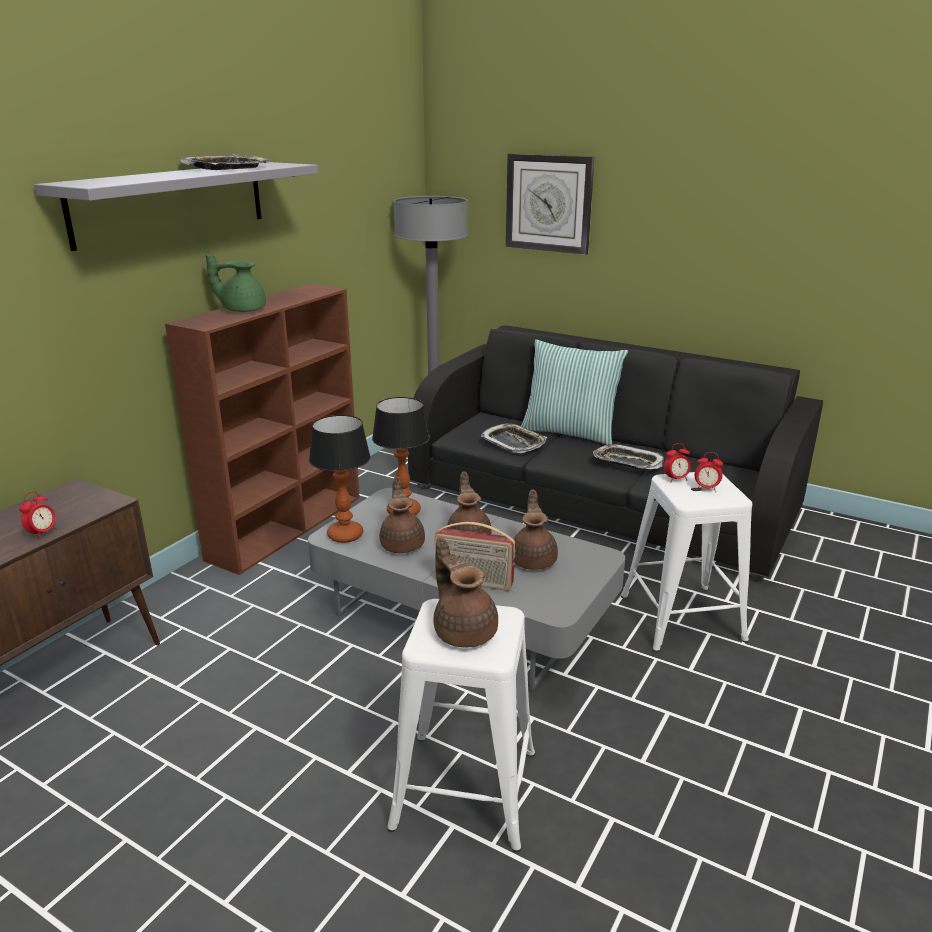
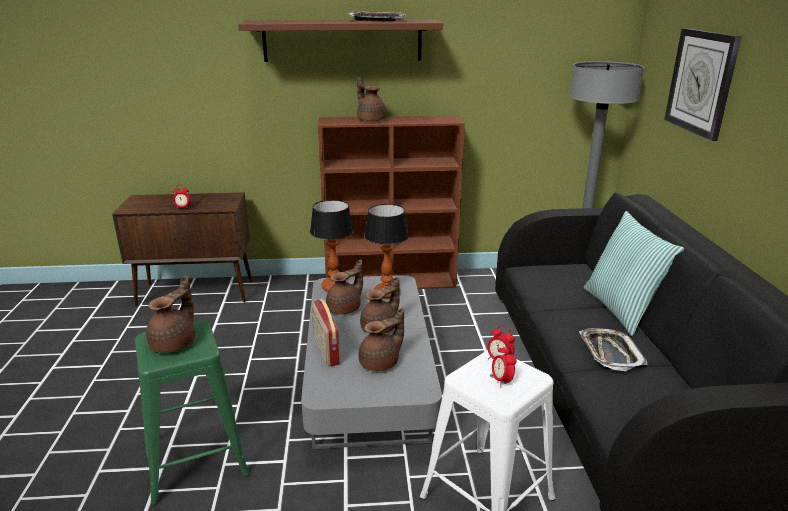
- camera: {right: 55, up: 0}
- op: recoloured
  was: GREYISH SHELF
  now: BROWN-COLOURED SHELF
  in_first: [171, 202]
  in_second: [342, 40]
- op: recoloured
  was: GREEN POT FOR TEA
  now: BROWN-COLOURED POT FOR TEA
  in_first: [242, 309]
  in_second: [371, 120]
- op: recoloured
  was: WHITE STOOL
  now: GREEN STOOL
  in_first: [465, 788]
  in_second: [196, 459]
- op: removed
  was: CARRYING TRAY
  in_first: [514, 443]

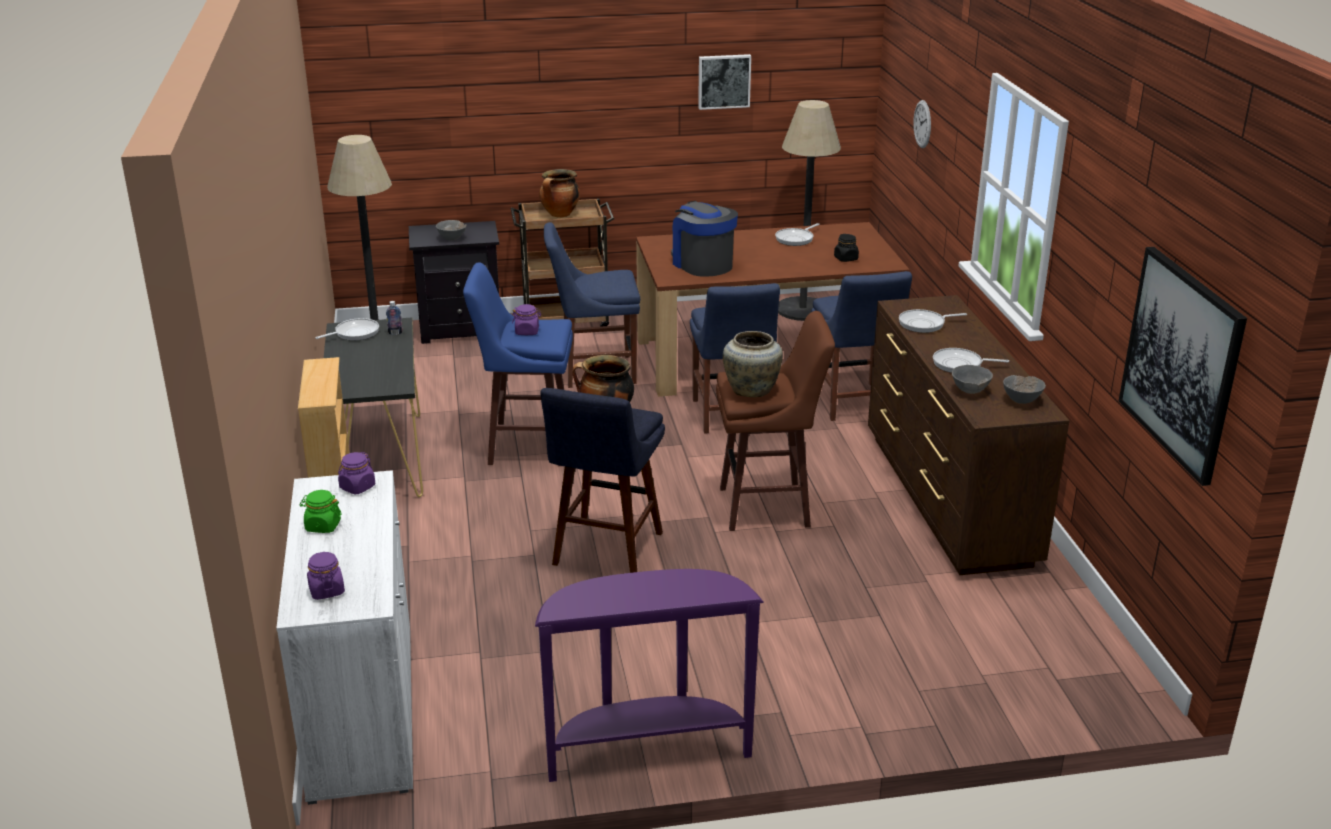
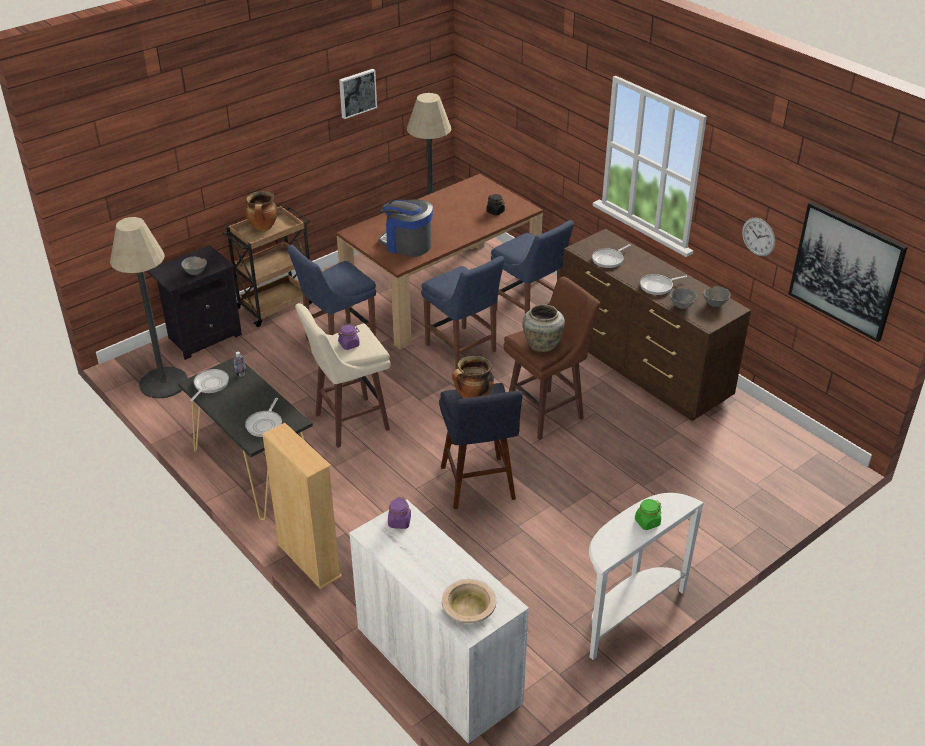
- camera: {right: -30, up: 10}
- op: moved
  was: GREEN JAR
  in_first: [323, 526]
  in_second: [647, 522]
- op: replaced
  was: PURPLE JAR
  now: BEIGE-COLOURED BOWL
  in_first: [326, 590]
  in_second: [469, 607]
- op: recoloured
  was: BLUE STOOL
  now: BEIGE-COLOURED STOOL
  in_first: [526, 446]
  in_second: [349, 422]
- op: recoloured
  was: PURPLE CONSOLE TABLE
  now: WHITE CONSOLE TABLE
  in_first: [646, 750]
  in_second: [627, 614]
- op: moved
  was: SKILLET
  in_first: [796, 239]
  in_second: [265, 424]
- op: moved
  was: WALL CLOCK
  in_first: [922, 124]
  in_second: [758, 236]

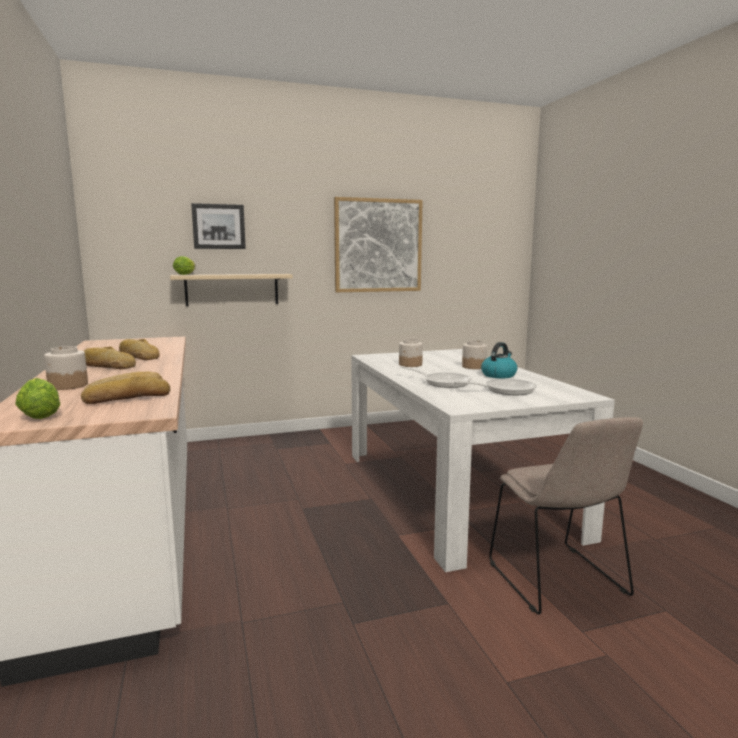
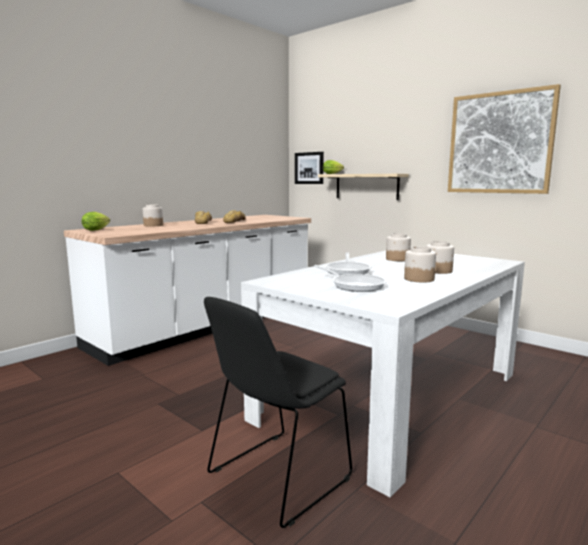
- camera: {right: 60, up: 0}
- op: removed
  was: BREAD
  in_first: [127, 398]
- op: moved
  was: WALL PICTURE
  in_first: [218, 226]
  in_second: [309, 168]
- op: replaced
  was: KETTLE
  now: JAR
  in_first: [498, 375]
  in_second: [418, 279]
- op: recoloured
  was: BEIGE-COLOURED CHAIR
  now: BLACK CHAIR
  in_first: [558, 581]
  in_second: [276, 478]

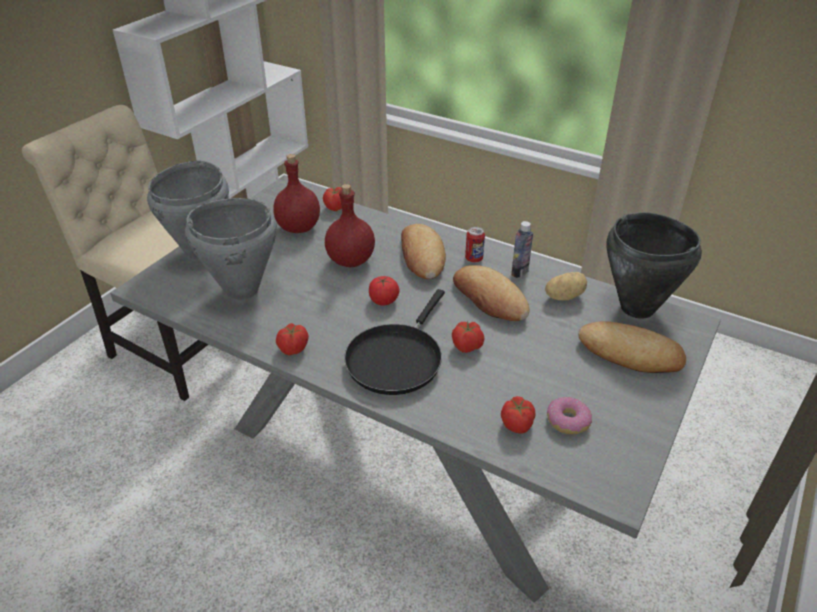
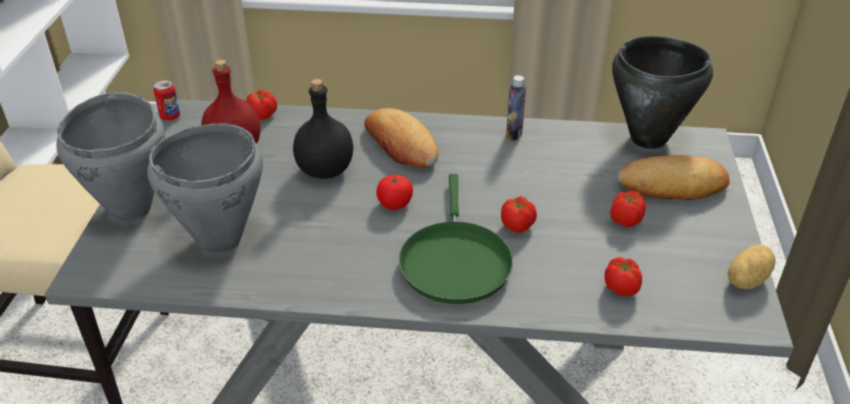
- camera: {right: -25, up: 0}
- op: moved
  was: WHOLE TOMATO
  in_first: [293, 349]
  in_second: [625, 220]
- op: recoloured
  was: RED-COLOURED DRINK BOTTLE
  now: BLACK DRINK BOTTLE
  in_first: [350, 260]
  in_second: [324, 170]
- op: recoloured
  was: BLACK SKILLET
  now: GREEN SKILLET
  in_first: [396, 358]
  in_second: [454, 261]
- op: removed
  was: BREAD
  in_first: [489, 299]
- op: moved
  was: SEALED CAN
  in_first: [474, 259]
  in_second: [170, 117]
- op: moved
  was: WHOLE POTATO
  in_first: [563, 296]
  in_second: [745, 279]
- op: removed
  was: DONUT
  in_first: [567, 421]

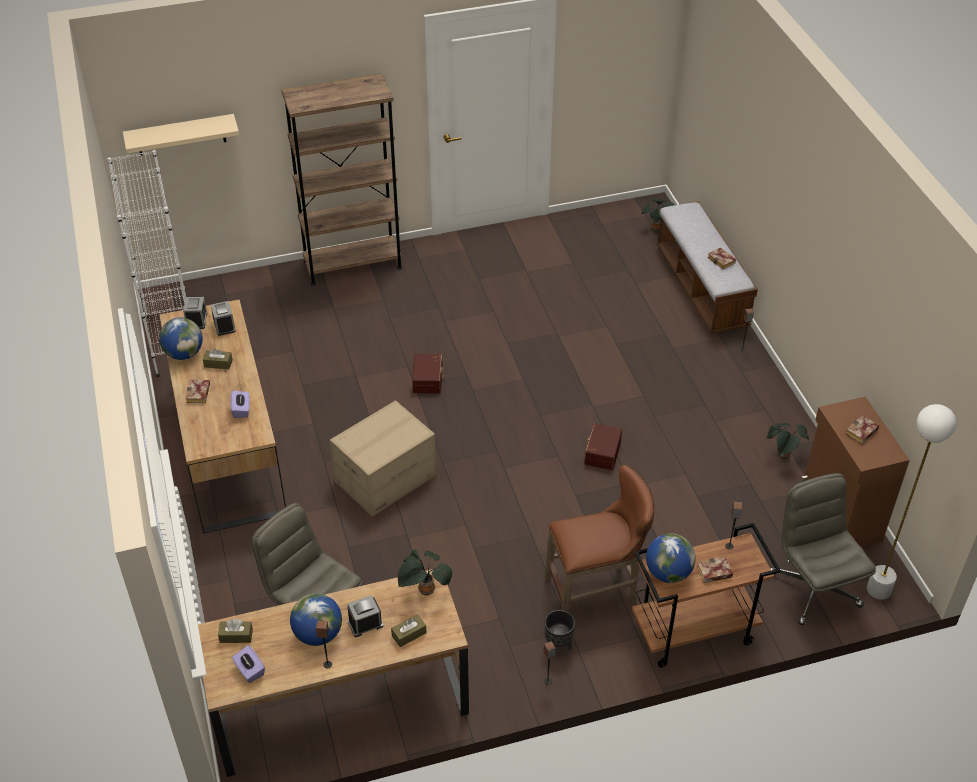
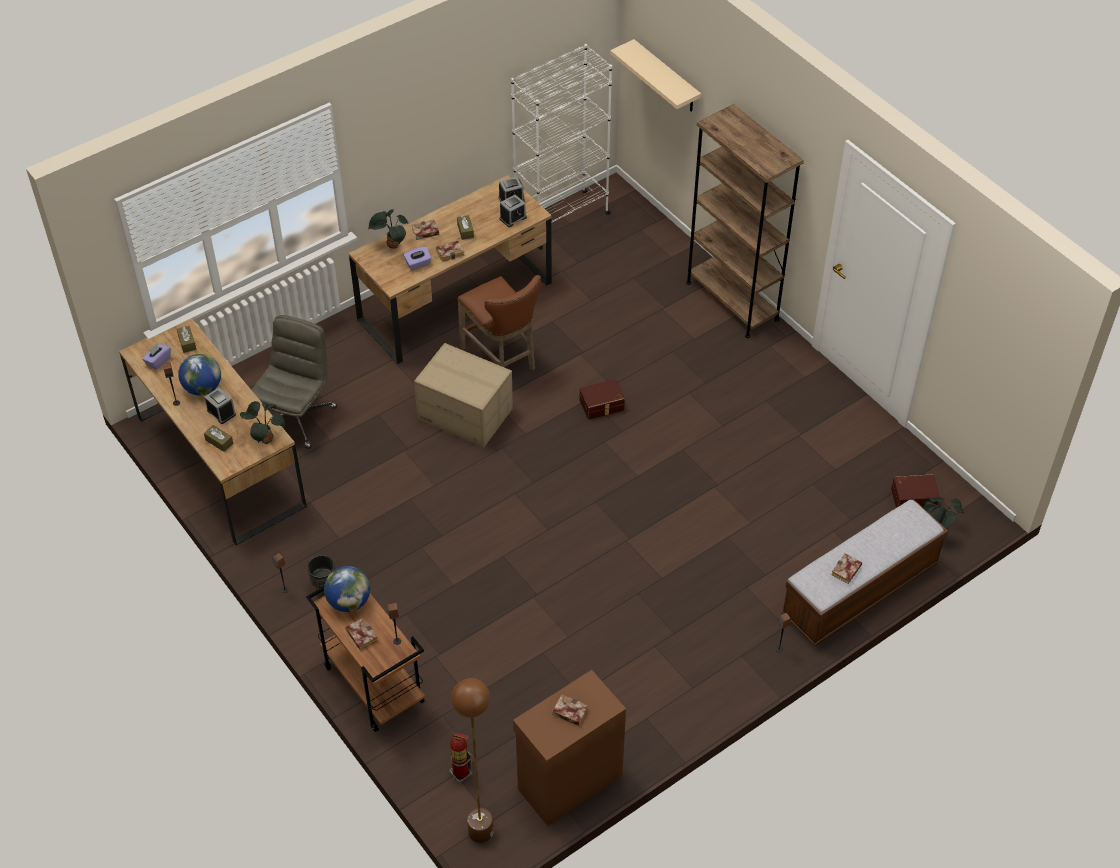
- camera: {right: 70, up: 5}
- op: removed
  was: WORLD GLOBE
  in_first: [184, 354]
- op: moved
  was: BROWN-COLOURED STOOL
  in_first: [596, 591]
  in_second: [501, 359]
- op: moved
  was: BROWN-COLOURED STORAGE CONTAINER
  in_first: [601, 452]
  in_second: [913, 497]
- op: moved
  was: POTTED PLANT
  in_first: [783, 456]
  in_second: [391, 245]
- op: replaced
  was: GREYISH DESK CHAIR
  now: FIRE EXTINGUISHER
  in_first: [813, 588]
  in_second: [461, 773]
- op: recoloured
  was: WHITE STANDING LAMP
  now: BROWN-COLOURED STANDING LAMP
  in_first: [879, 590]
  in_second: [480, 831]
- op: added
  now: BOOK
  in_second: [451, 252]

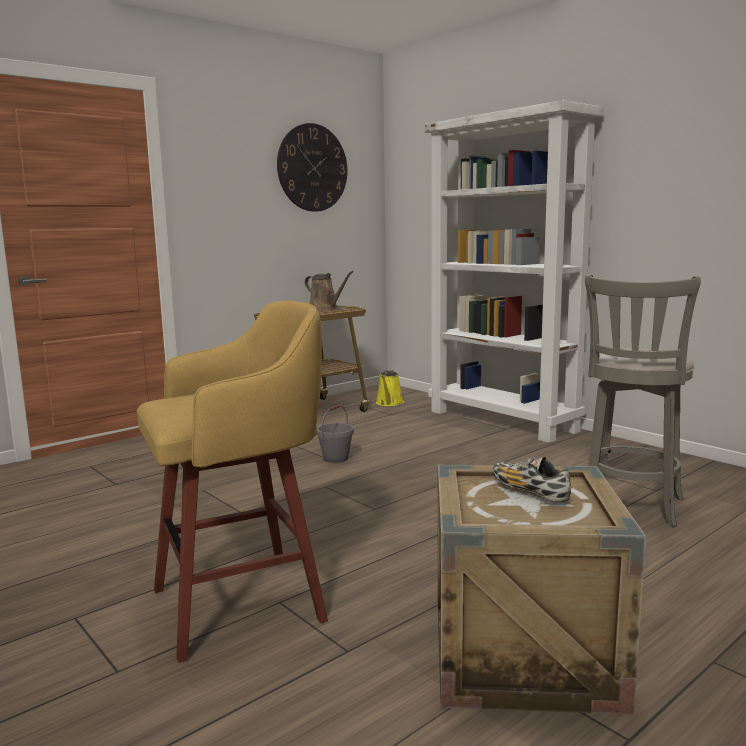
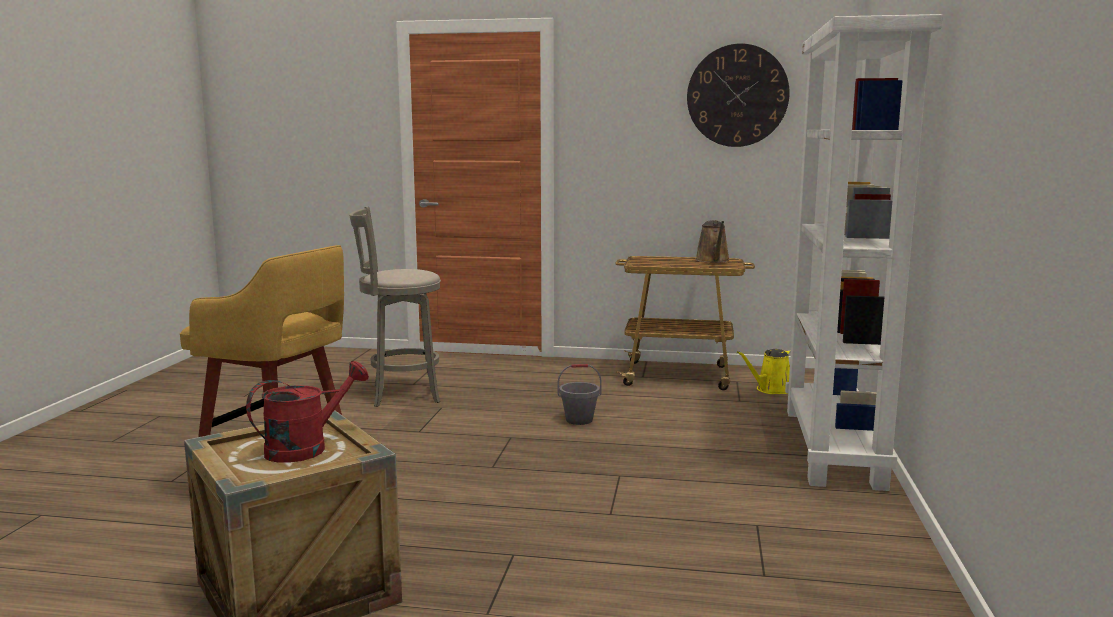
- camera: {right: 50, up: 0}
- op: replaced
  was: ITEM OF FOOTWEAR
  now: RED-COLOURED WATERING CAN
  in_first: [529, 492]
  in_second: [306, 448]
- op: moved
  was: GREYISH STOOL
  in_first: [630, 507]
  in_second: [401, 394]

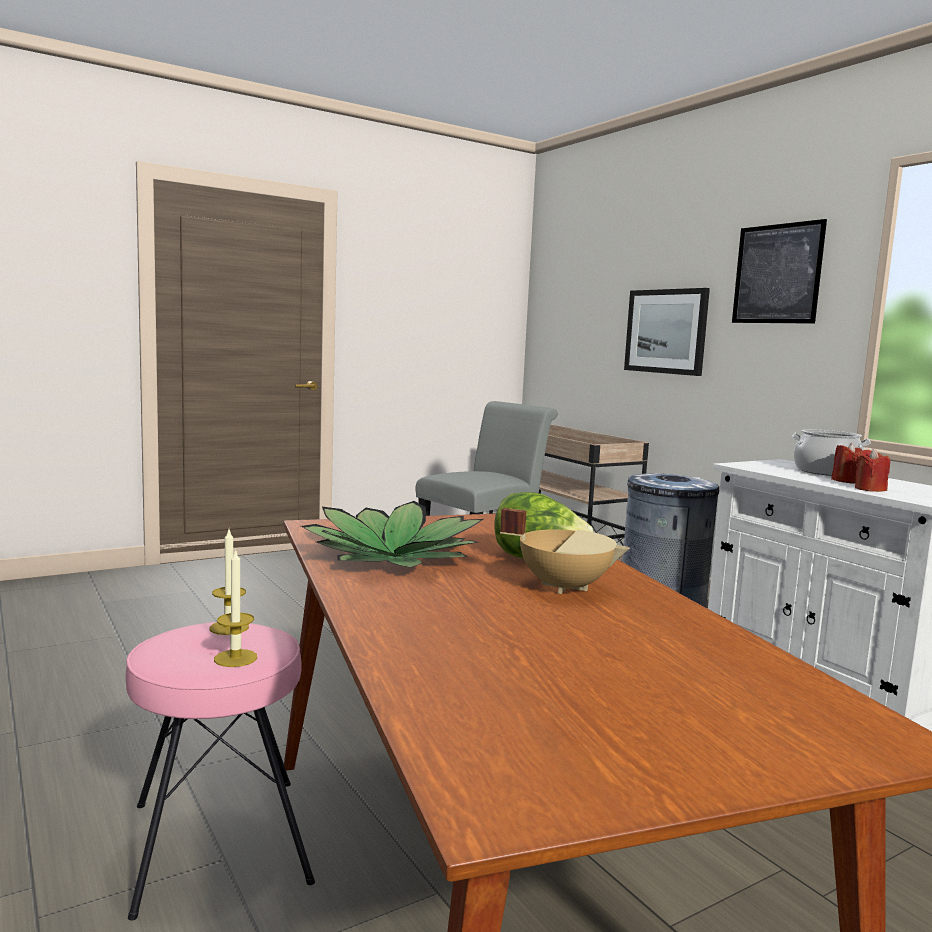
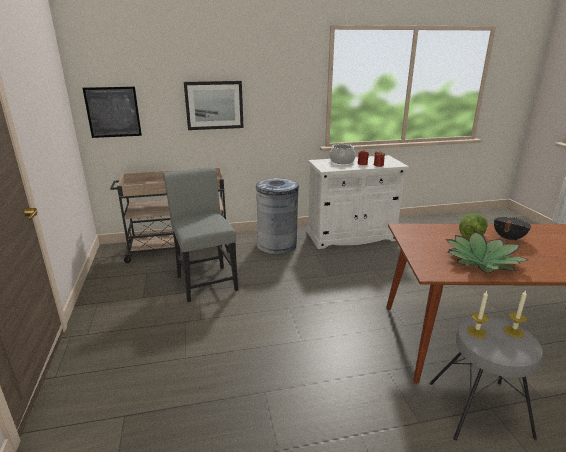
- camera: {right: -70, up: 15}
- op: recoloured
  was: PINKISH STOOL
  now: GREYISH STOOL
  in_first: [217, 843]
  in_second: [479, 409]
- op: recoloured
  was: BEIGE-COLOURED STOCKPOT
  now: BLACK STOCKPOT
  in_first: [564, 586]
  in_second: [507, 238]
- op: moved
  was: WALL PICTURE
  in_first: [777, 274]
  in_second: [113, 112]

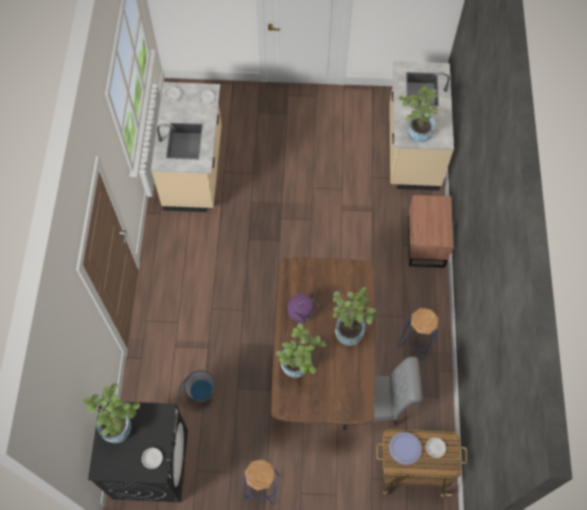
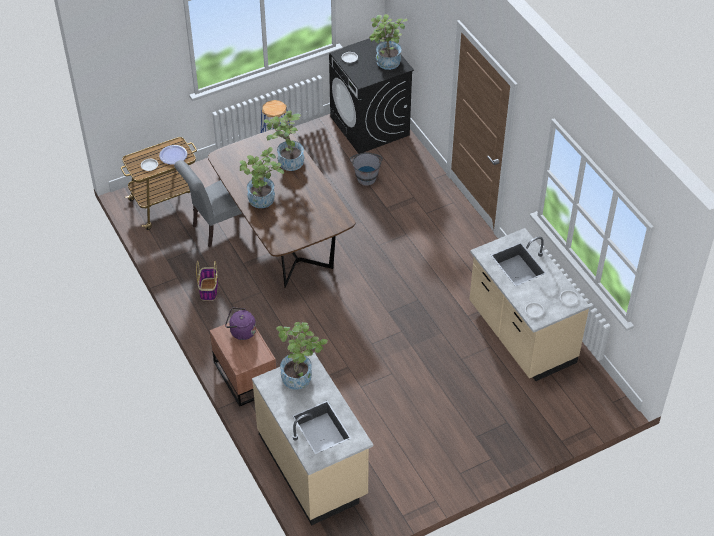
- camera: {right: 150, up: -15}
- op: moved
  was: PURPLE KETTLE
  in_first: [302, 313]
  in_second: [241, 332]
- op: replaced
  was: BLUE STOOL
  now: BASKET
  in_first: [416, 342]
  in_second: [208, 289]

